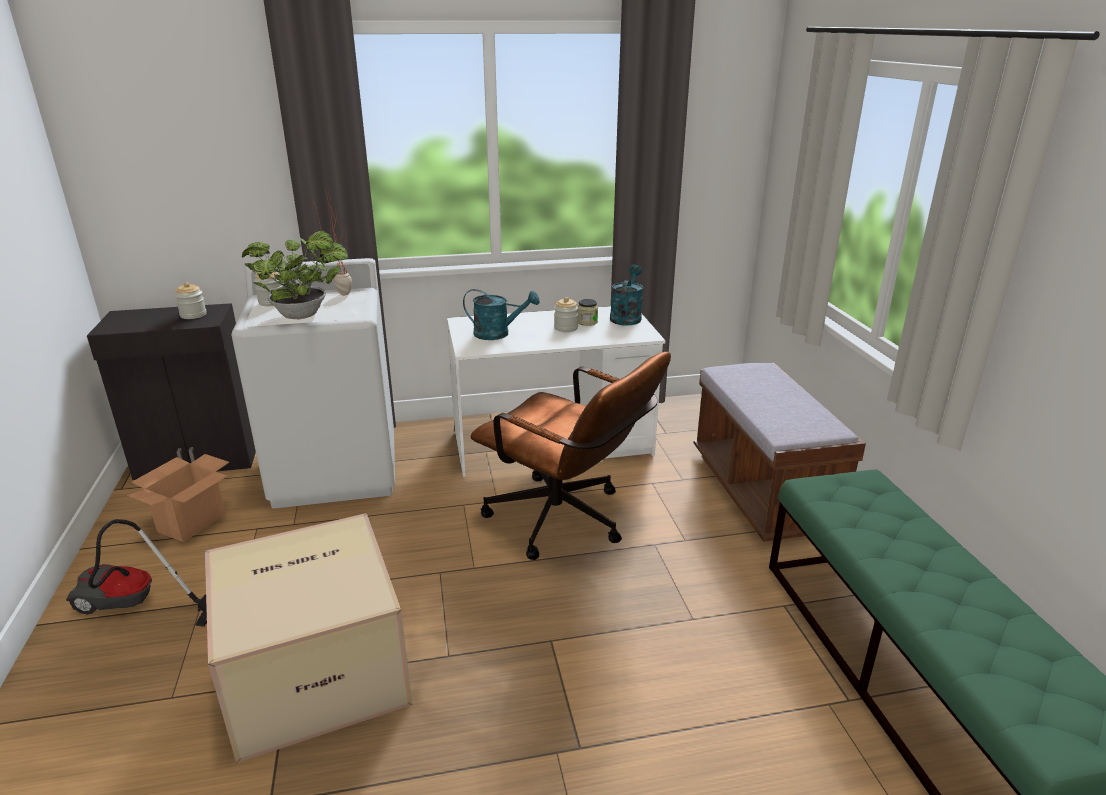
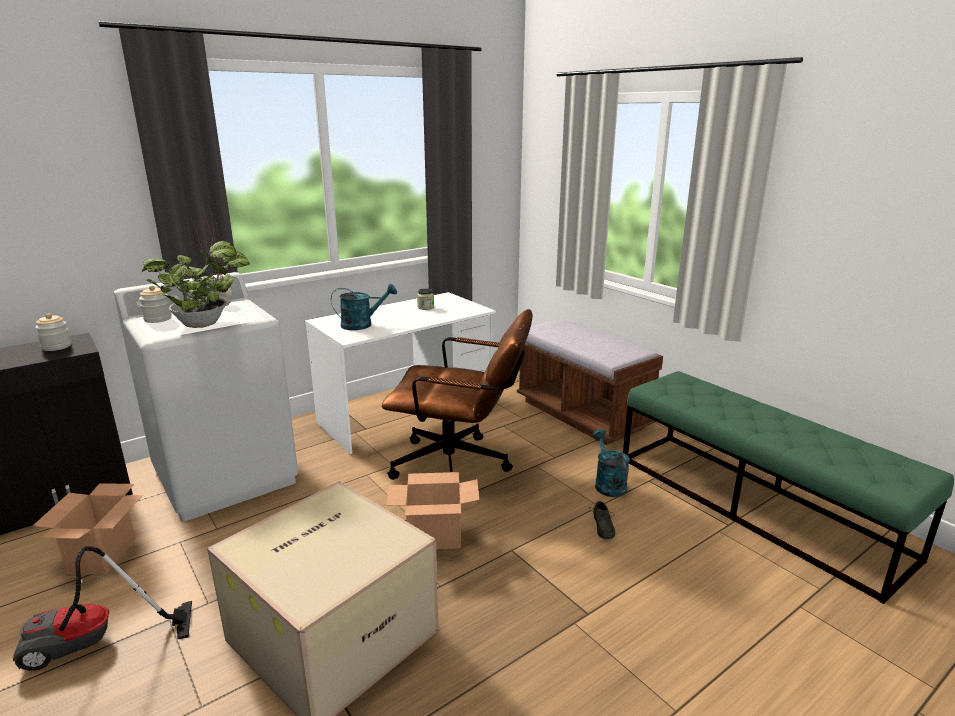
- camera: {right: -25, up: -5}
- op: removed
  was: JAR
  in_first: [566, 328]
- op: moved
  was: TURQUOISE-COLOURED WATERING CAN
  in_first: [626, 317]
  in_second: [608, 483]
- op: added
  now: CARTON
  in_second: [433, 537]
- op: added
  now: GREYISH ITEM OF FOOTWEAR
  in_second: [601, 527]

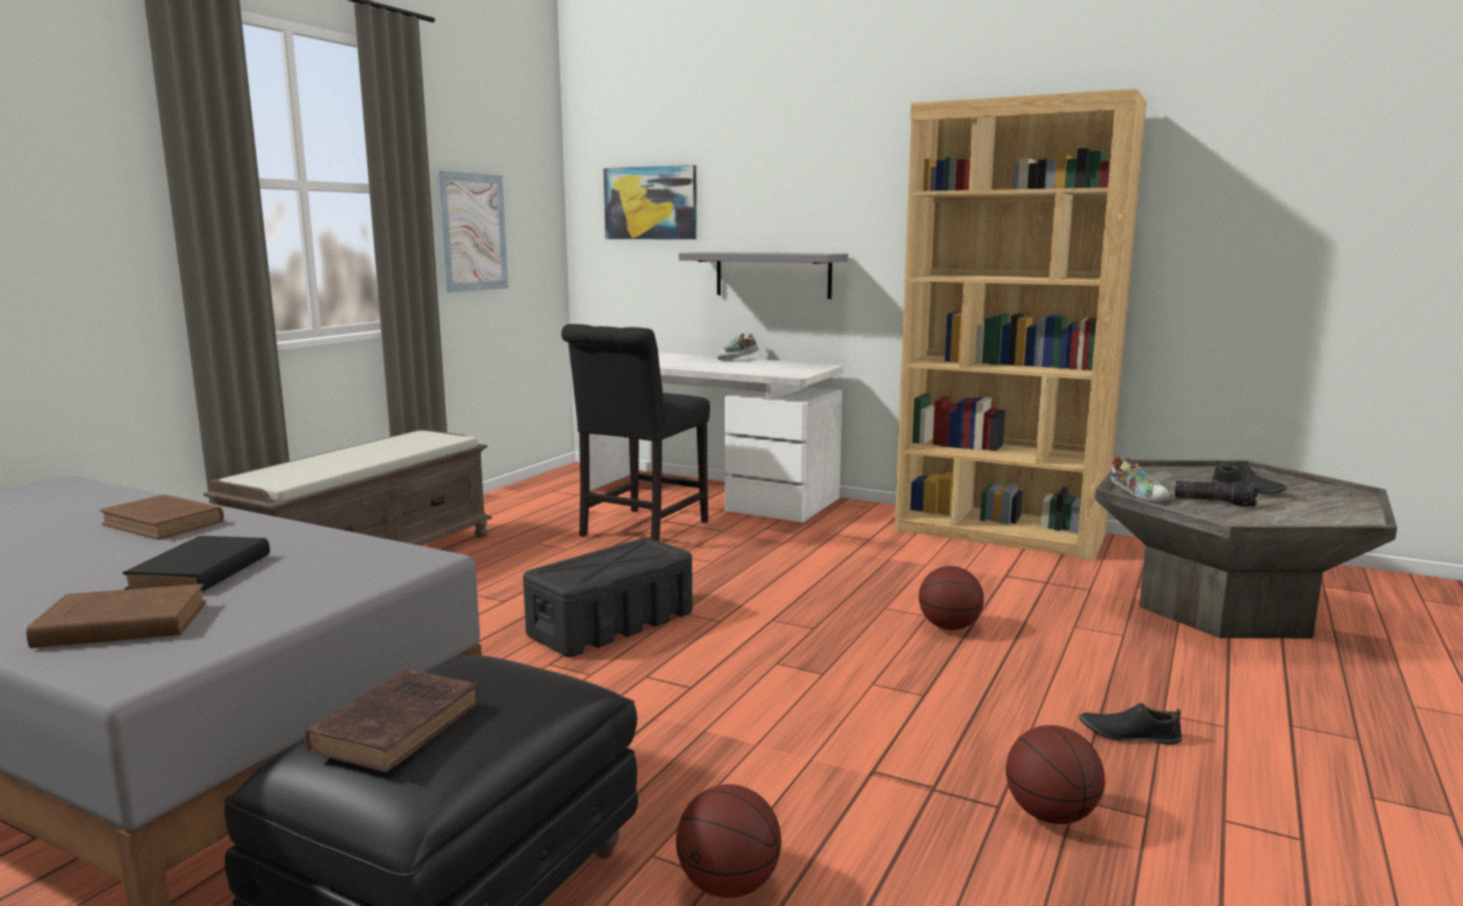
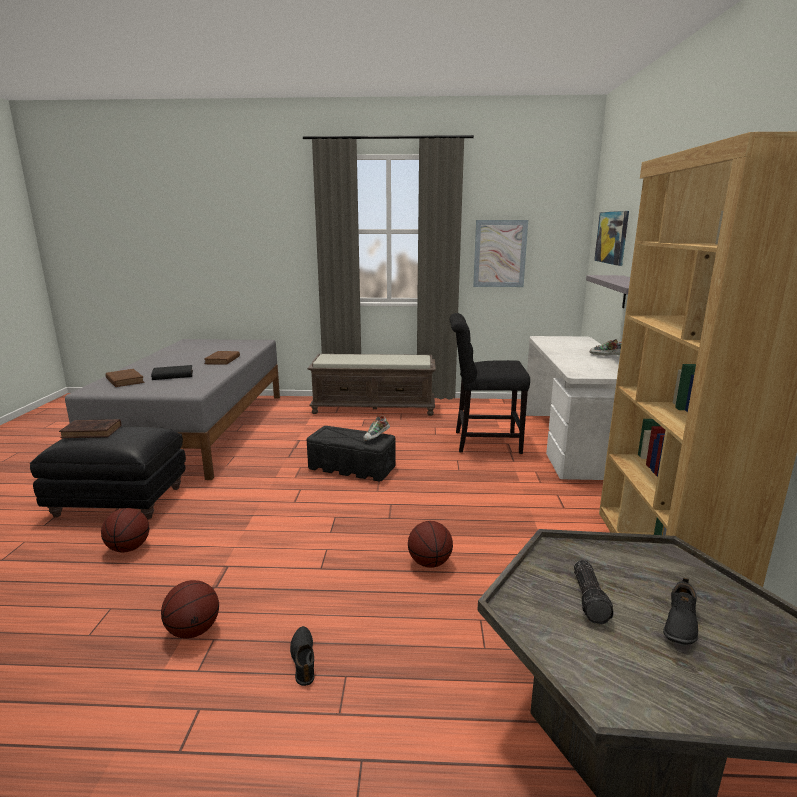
- camera: {right: 65, up: 5}
- op: moved
  was: ITEM OF FOOTWEAR
  in_first: [1138, 496]
  in_second: [376, 437]

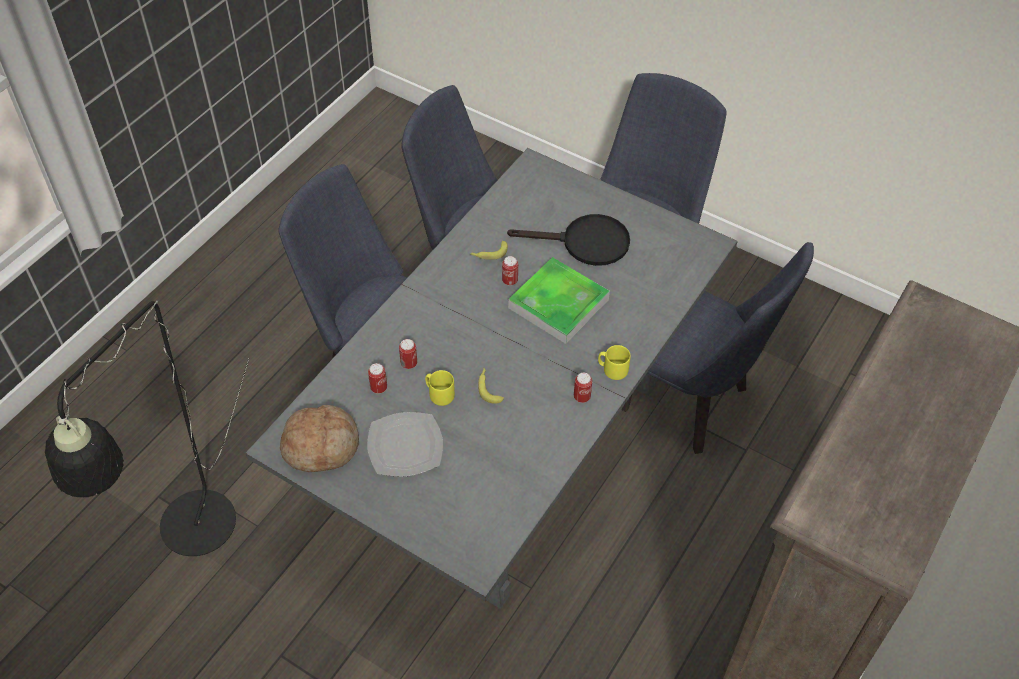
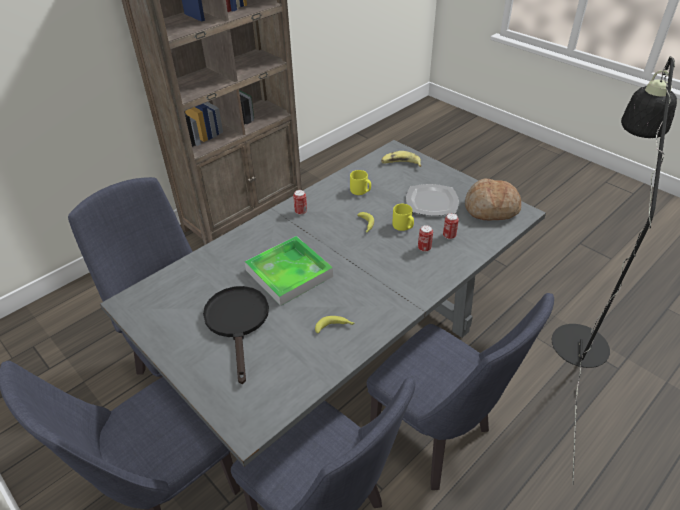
- camera: {right: -165, up: -10}
- op: removed
  was: SEALED CAN
  in_first: [510, 281]
- op: turned
  was: BLACK SKILLET
  in_first: [585, 243]
  in_second: [238, 322]
  clockwise: 60
- op: moved
  was: YELLOWISH MUG
  in_first: [612, 369]
  in_second: [360, 191]
- op: added
  now: WHOLE BANANA
  in_second: [400, 164]

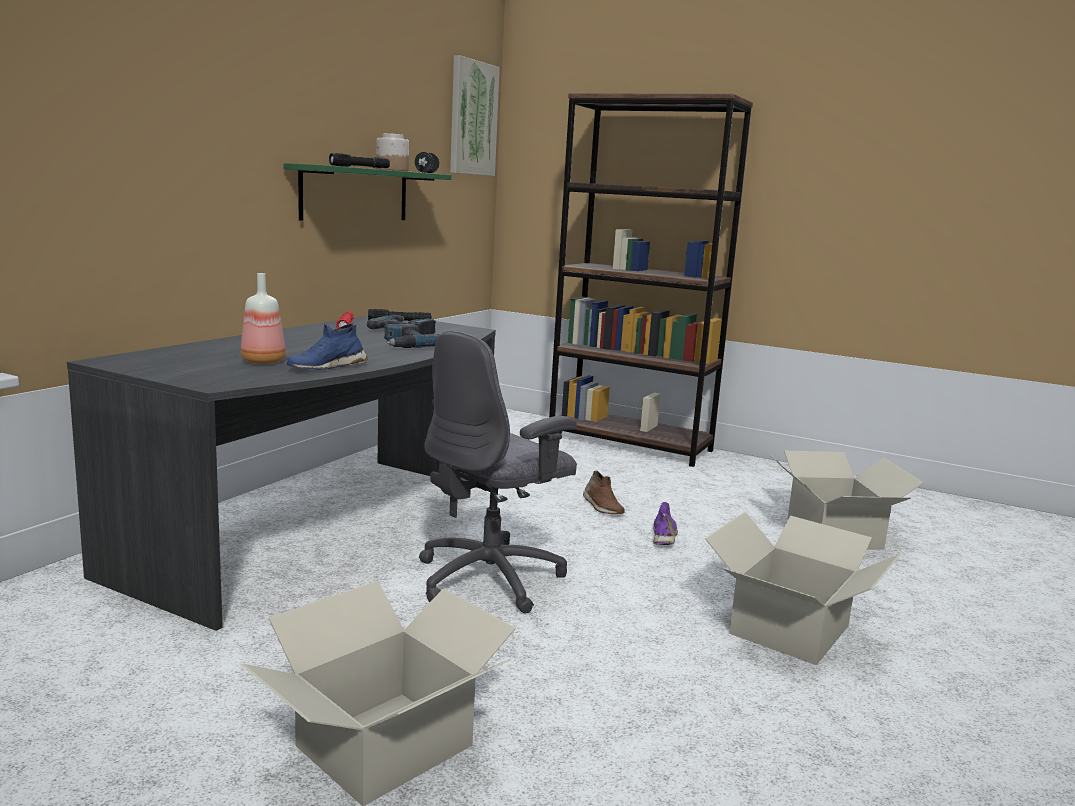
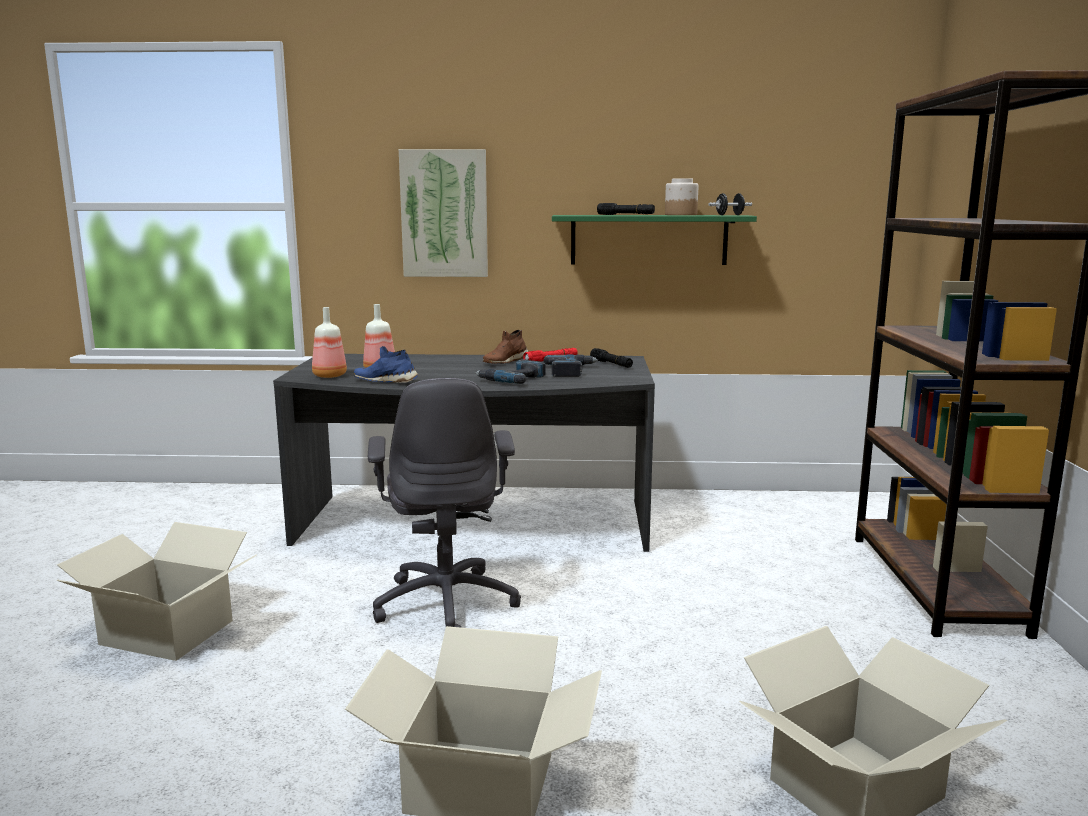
- camera: {right: 65, up: 0}
- op: turned
  was: GREYISH DESK CHAIR
  in_first: [491, 578]
  in_second: [447, 602]
  clockwise: -120
- op: moved
  was: WALL PICTURE
  in_first: [472, 118]
  in_second: [444, 214]
- op: moved
  was: BROWN-COLOURED ITEM OF FOOTWEAR
  in_first: [601, 507]
  in_second: [504, 362]
- op: removed
  was: PURPLE ITEM OF FOOTWEAR
  in_first: [664, 536]
- op: added
  now: DRINK BOTTLE
  in_second: [328, 376]

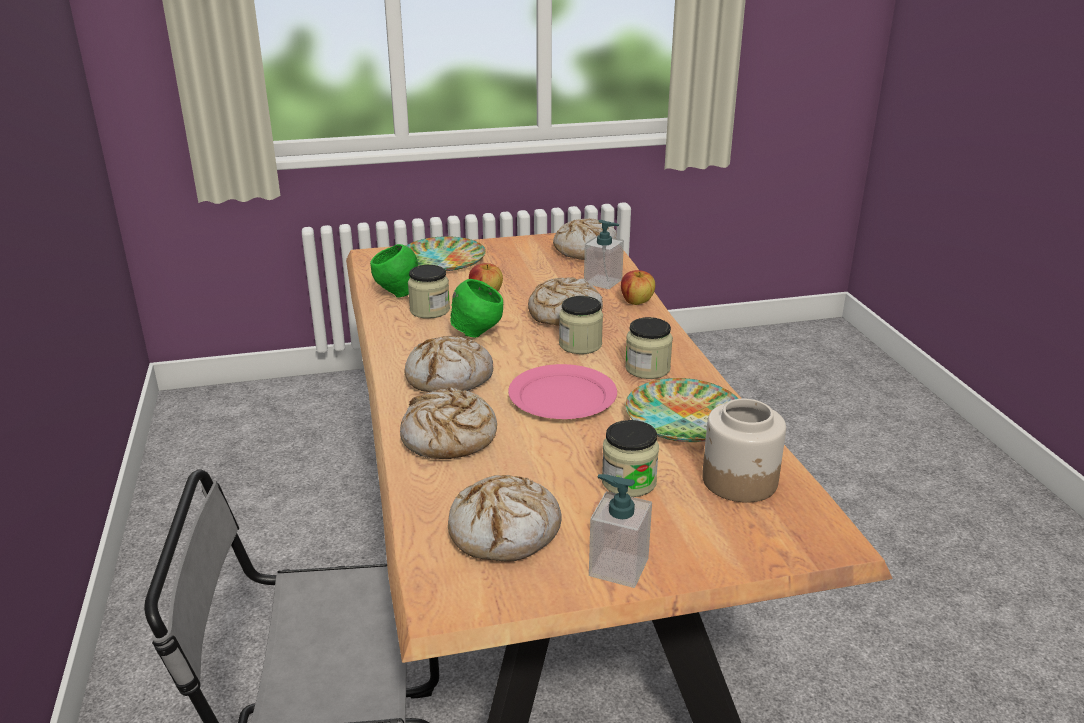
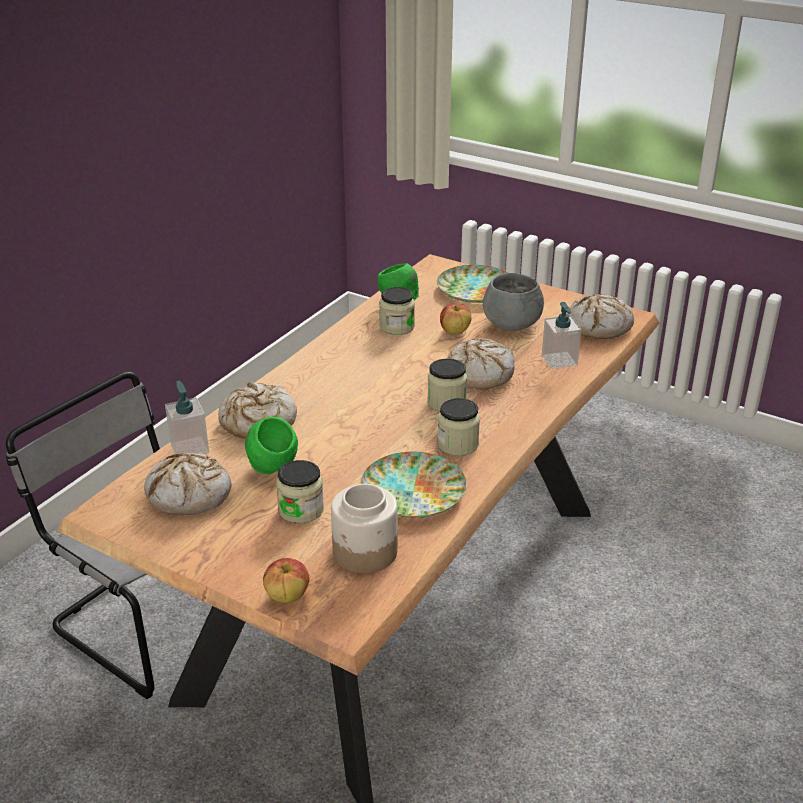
- camera: {right: 45, up: 5}
- op: removed
  was: BREAD
  in_first: [449, 377]
- op: moved
  was: GREEN BOWL
  in_first: [477, 334]
  in_second: [273, 471]
- op: removed
  was: PINKISH FLAT DISH
  in_first: [562, 397]
- op: moved
  was: SOAP DISPENSER
  in_first: [618, 567]
  in_second: [189, 448]
- op: moved
  was: APPLE FRUIT
  in_first: [636, 302]
  in_second: [287, 596]
- op: added
  now: GREYISH BOWL
  in_second: [512, 324]

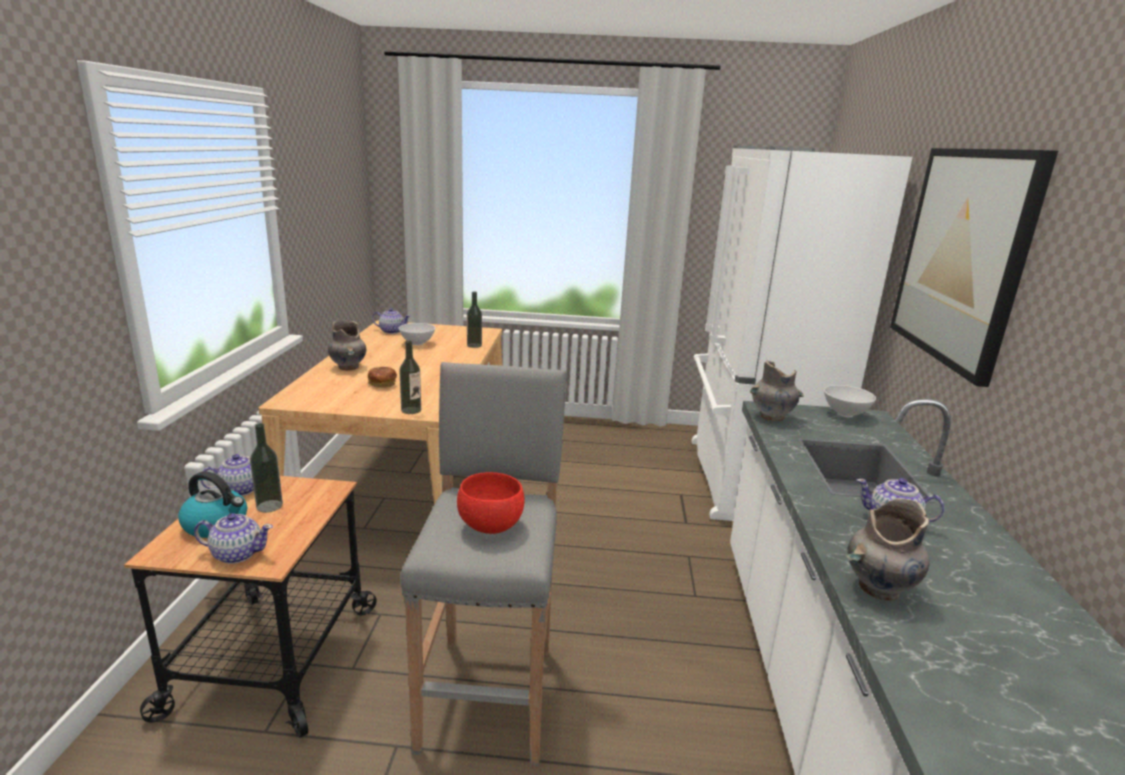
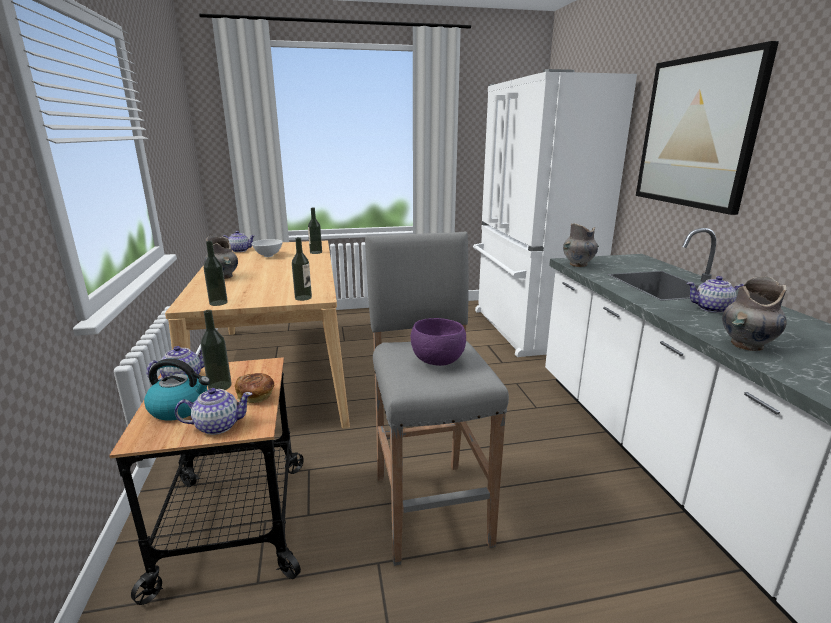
- camera: {right: -15, up: 0}
- op: moved
  was: BREAD
  in_first: [382, 384]
  in_second: [256, 396]
- op: recoloured
  was: RED-COLOURED BOWL
  now: PURPLE BOWL
  in_first: [491, 527]
  in_second: [438, 361]
- op: removed
  was: WHITE BOWL
  in_first: [845, 414]
- op: added
  now: DRINK BOTTLE
  in_second: [218, 303]

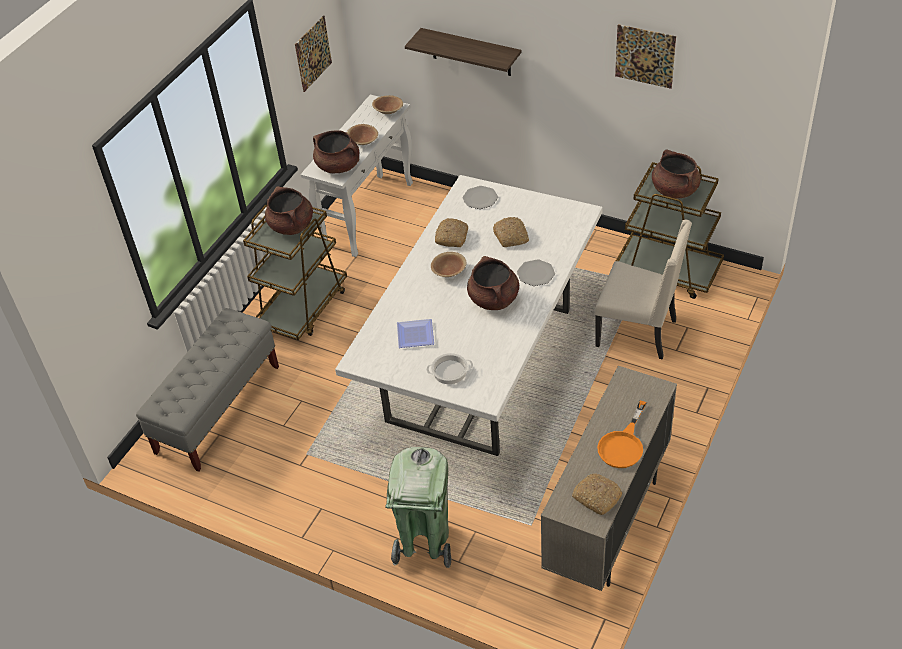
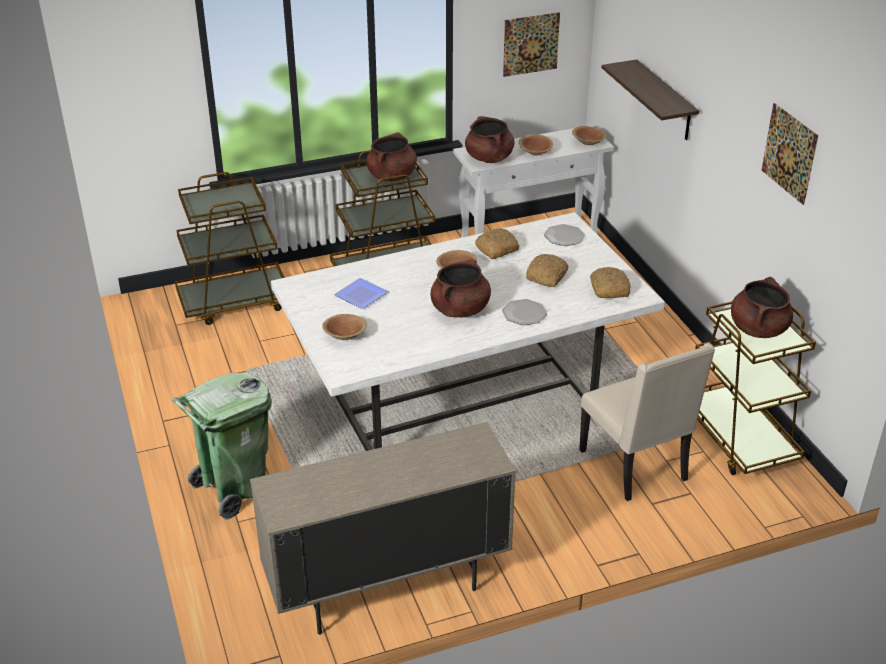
- camera: {right: 40, up: -10}
- op: replaced
  was: GREYISH BENCH
  now: BROWN-COLOURED CART
  in_first: [218, 409]
  in_second: [235, 302]
- op: replaced
  was: STOCKPOT
  now: BROWN-COLOURED BOWL
  in_first: [449, 372]
  in_second: [345, 335]
- op: moved
  was: BREAD
  in_first: [596, 497]
  in_second: [608, 289]
- op: removed
  was: ORANGEY SKILLET
  in_first: [623, 445]

